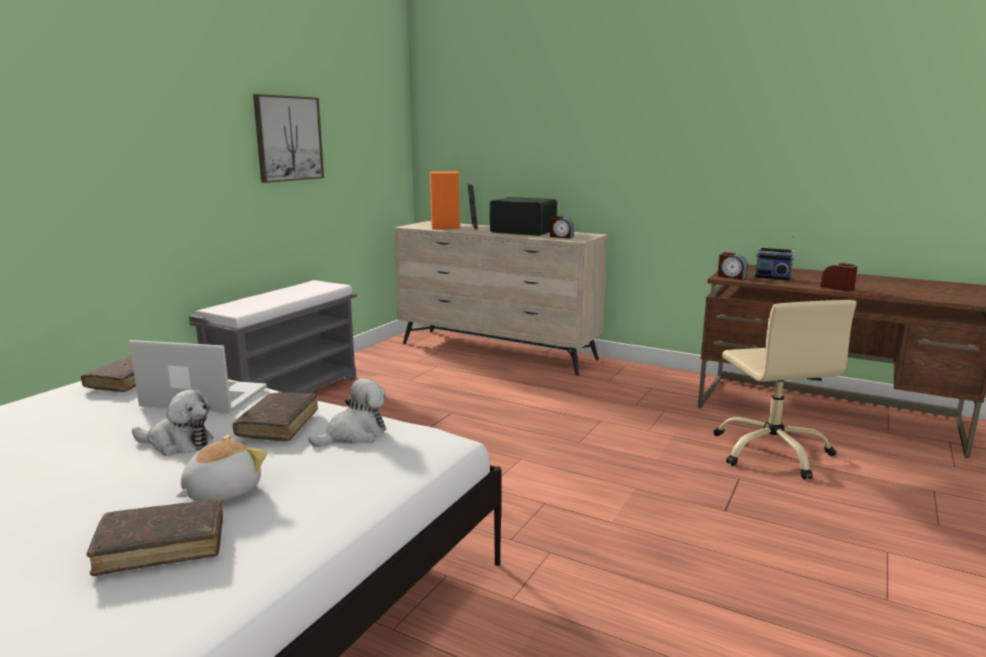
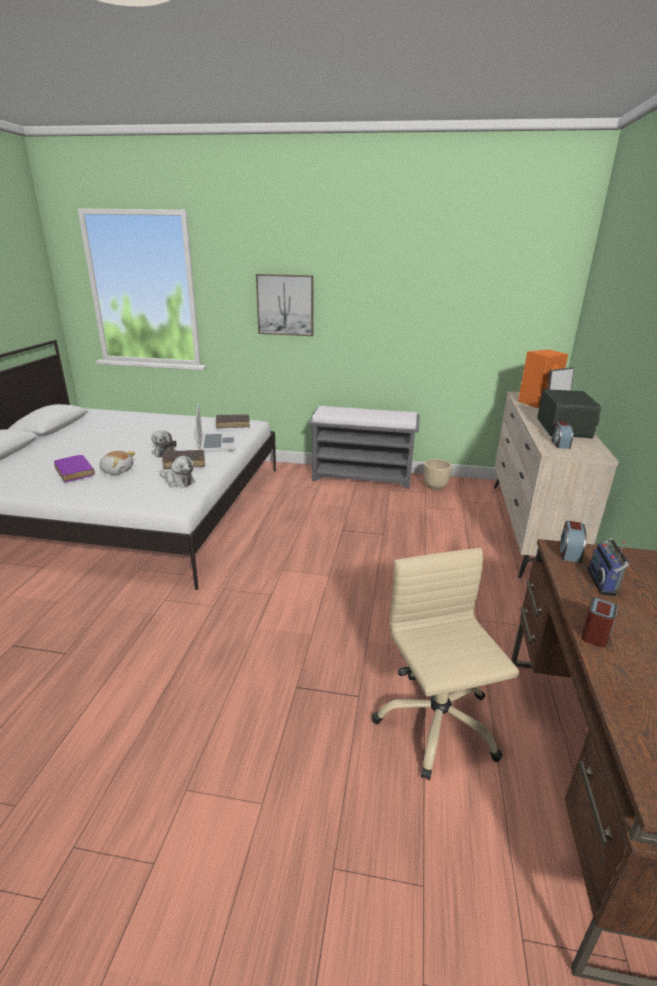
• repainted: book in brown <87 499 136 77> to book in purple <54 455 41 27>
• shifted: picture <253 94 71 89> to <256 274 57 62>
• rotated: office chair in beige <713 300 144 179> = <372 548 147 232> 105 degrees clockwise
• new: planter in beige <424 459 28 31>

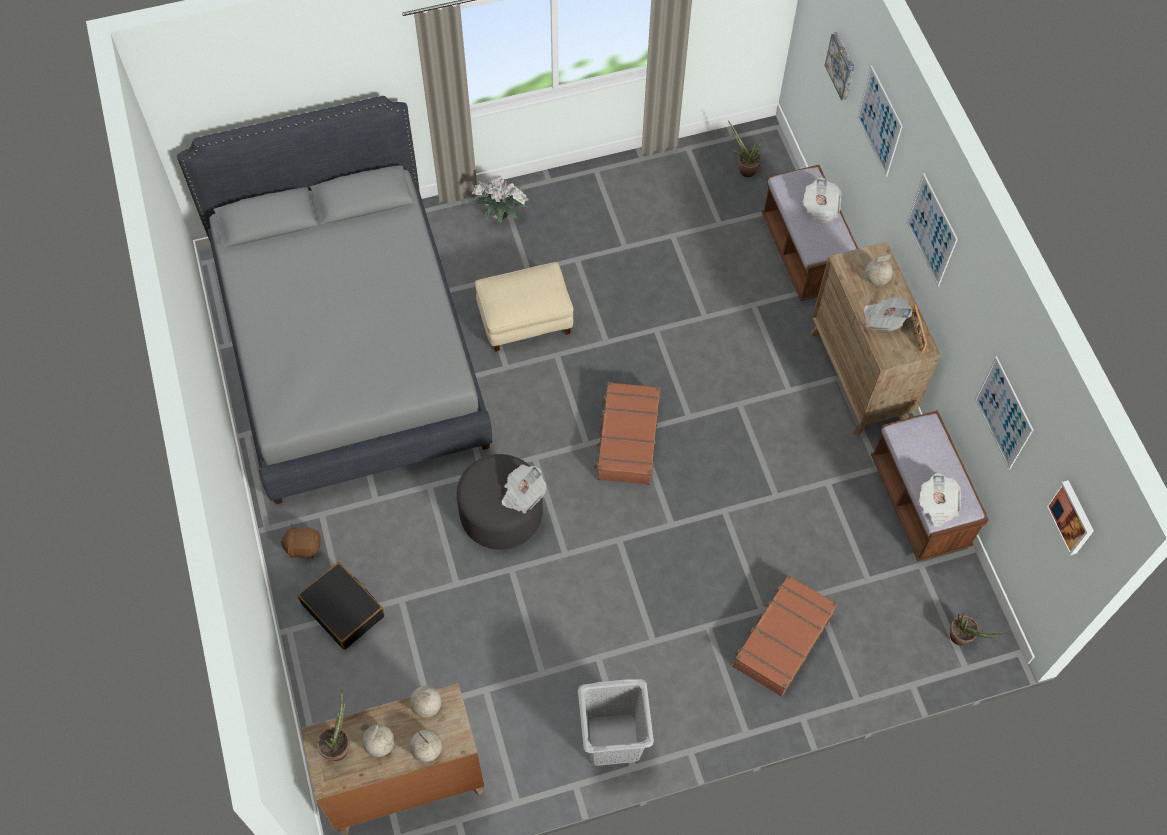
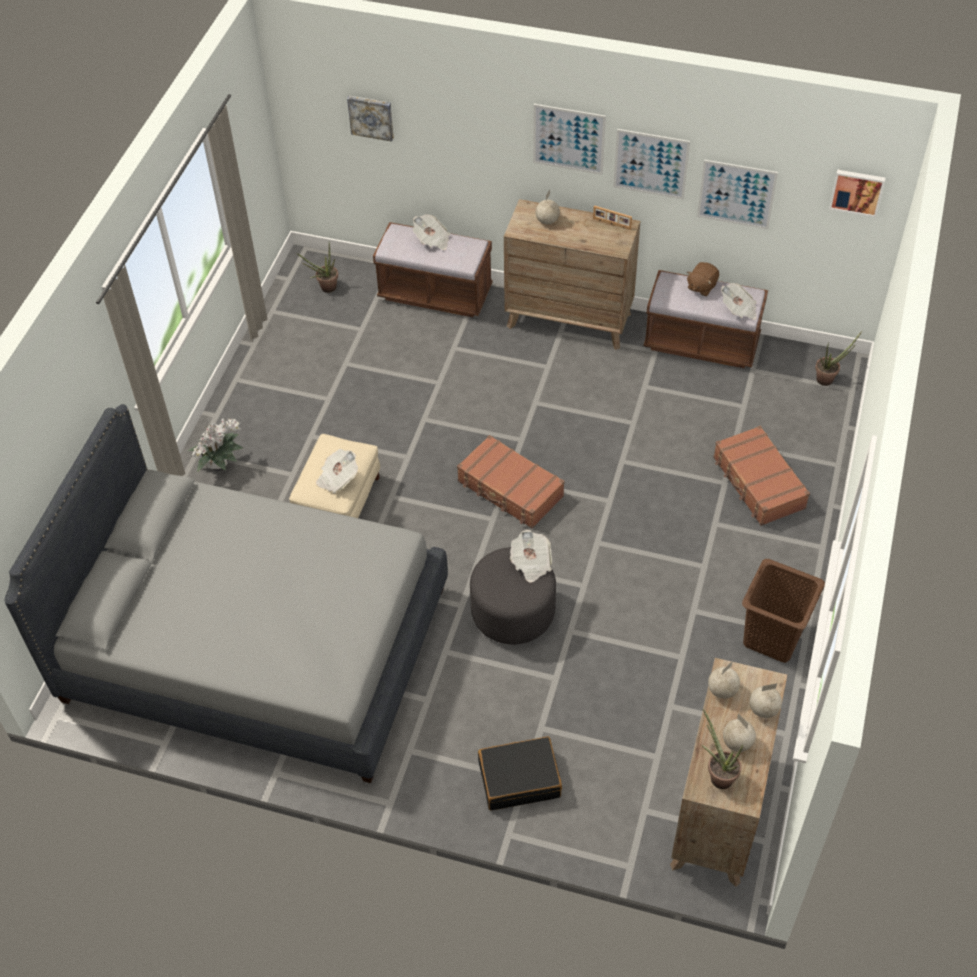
• shifted: plush toy in brown <280 524 42 34> to <687 262 32 34>
• repainted: laundry basket in grey <578 679 76 87> to laundry basket in brown <742 559 83 104>
• shifted: picture <857 66 46 111> to <613 129 77 71>
• shifted: newspaper <864 296 48 35> to <316 449 42 45>

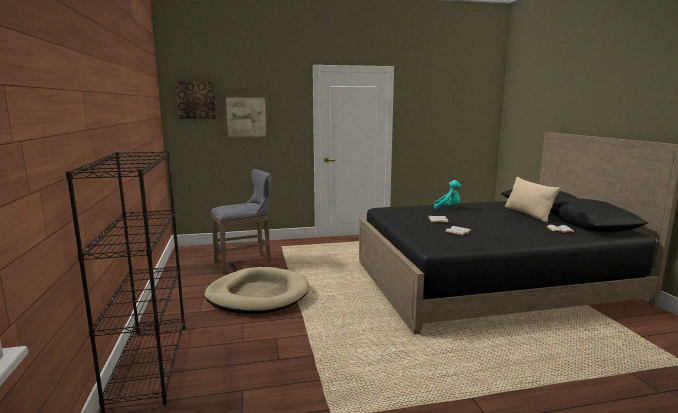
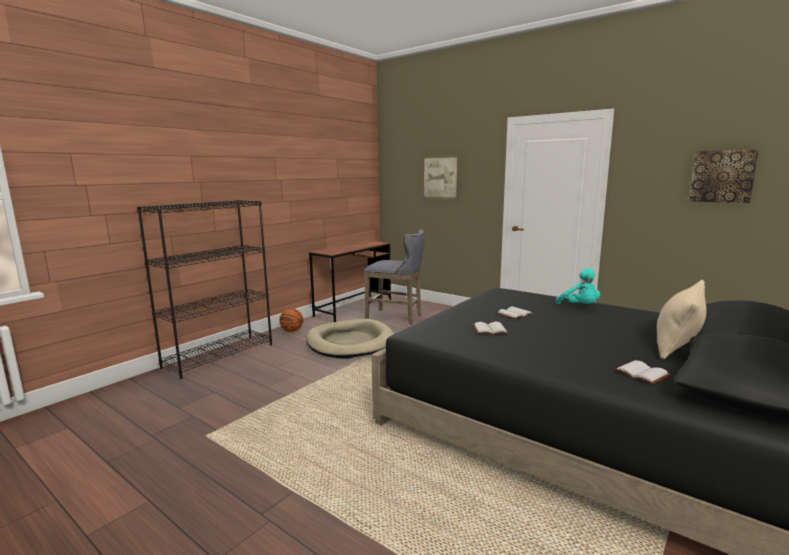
• shifted: picture <176 82 40 37> to <689 150 70 53>
• new: basketball <279 308 24 24>
• new: desk in brown <309 241 82 81>

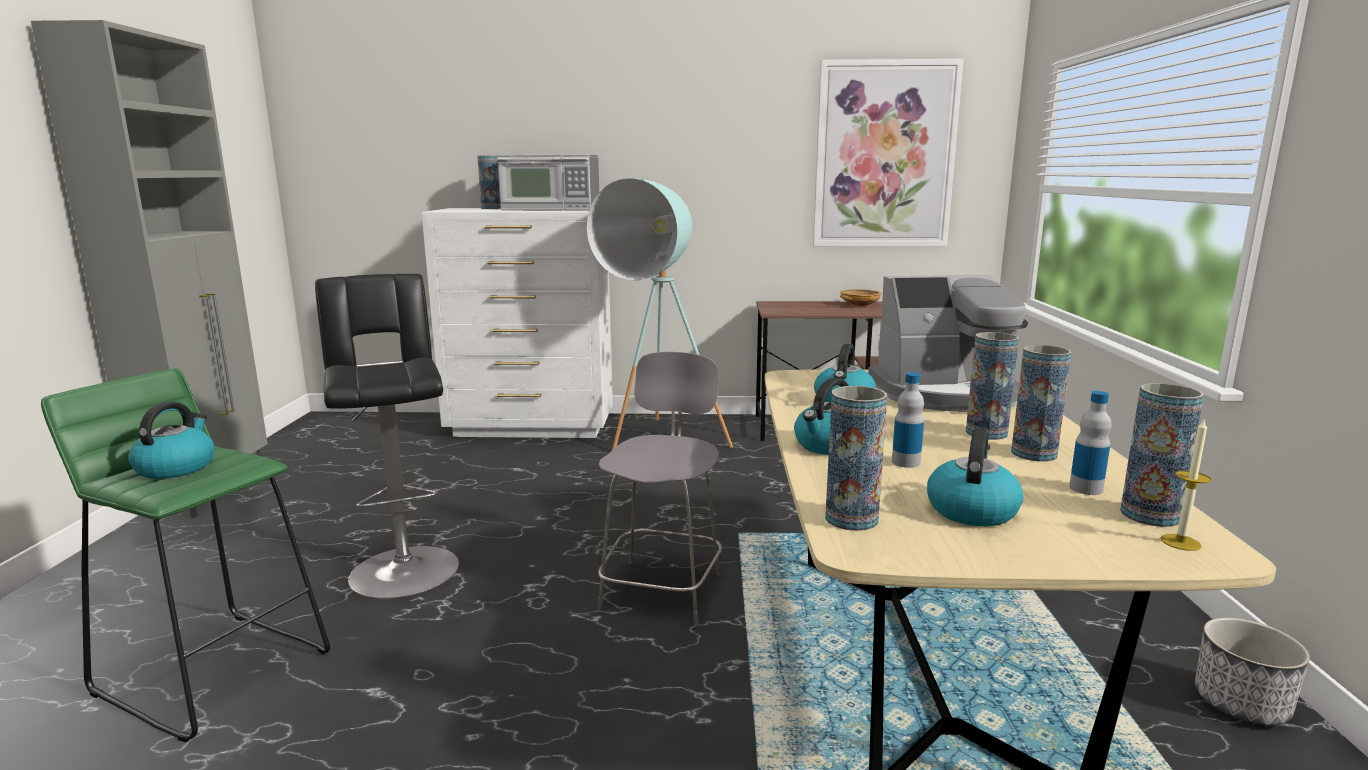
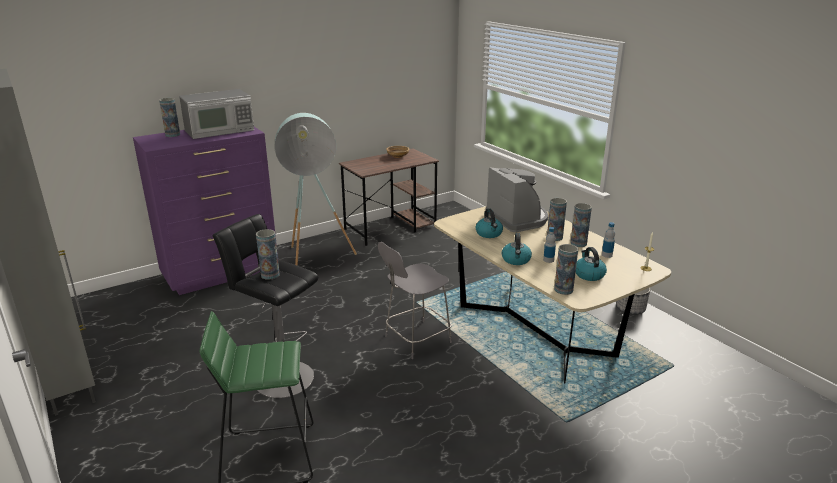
• gone: kettle <128 401 86 78>
• repainted: dresser in white <421 208 192 230> to dresser in purple <133 127 145 168>
• rotated: chair in grey <597 352 125 274> = <378 242 74 117> 105 degrees counterclockwise
• gone: picture <813 59 151 188>
• rotated: coffee machine <868 275 160 137> = <486 167 62 65> 75 degrees counterclockwise
• shifted: vase <1120 383 84 144> to <256 229 24 51>

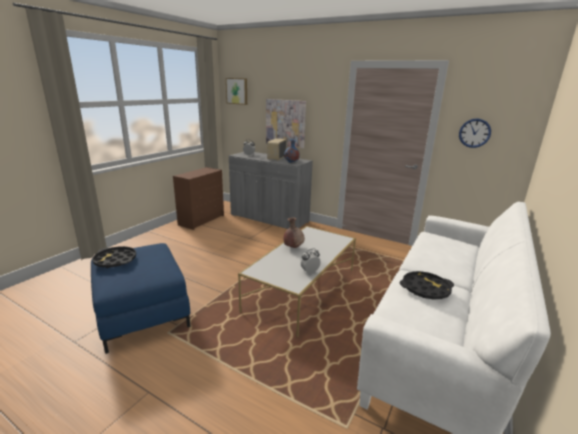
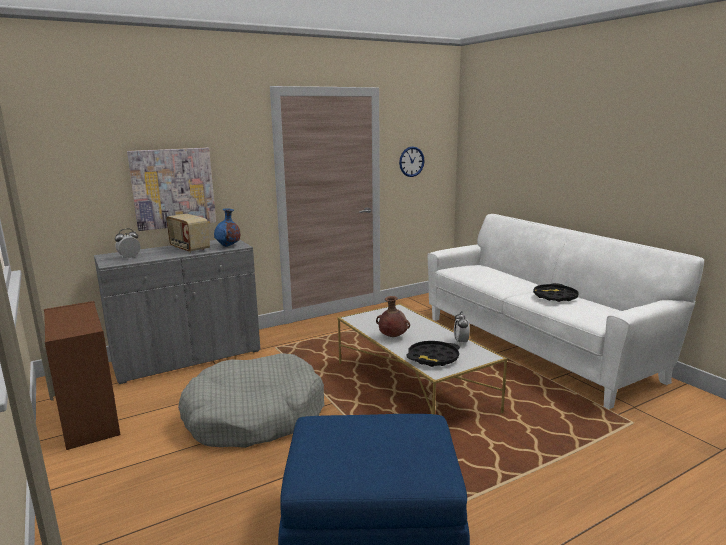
• shifted: tray in black <92 246 44 22> to <407 341 53 26>
• gone: picture <226 78 21 27>
• new: dog bed in grey <178 353 146 95>

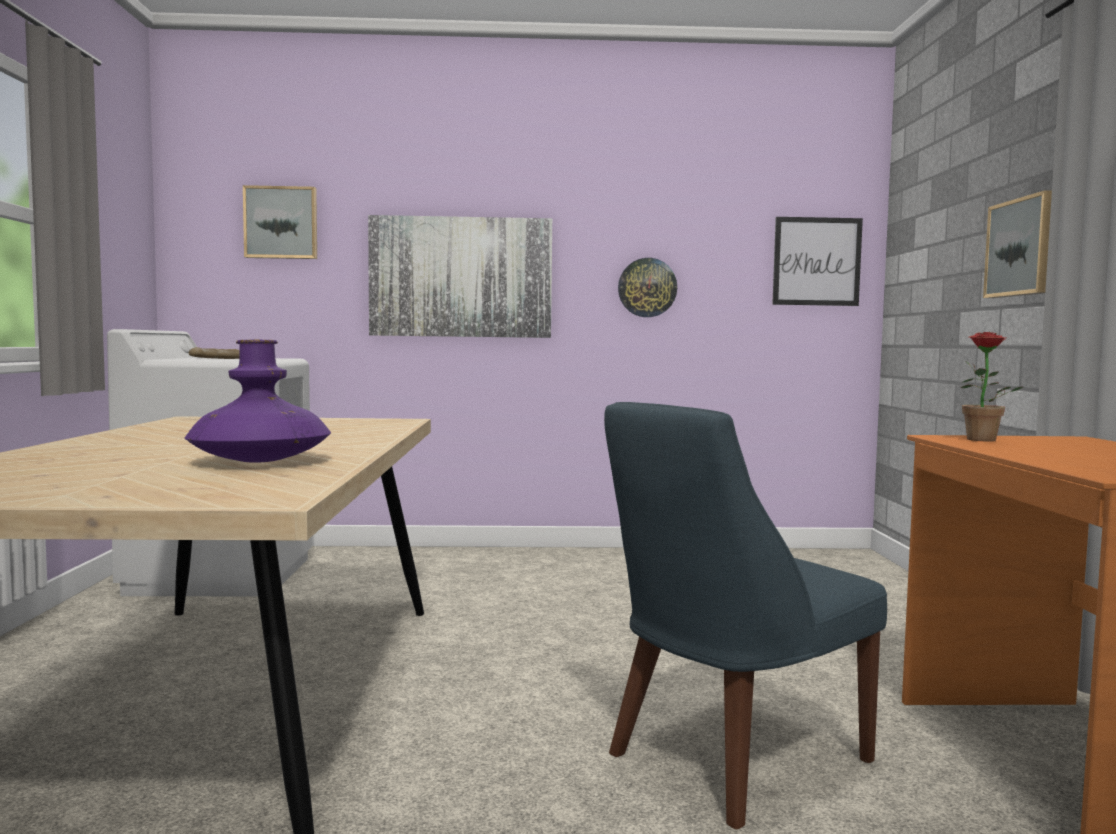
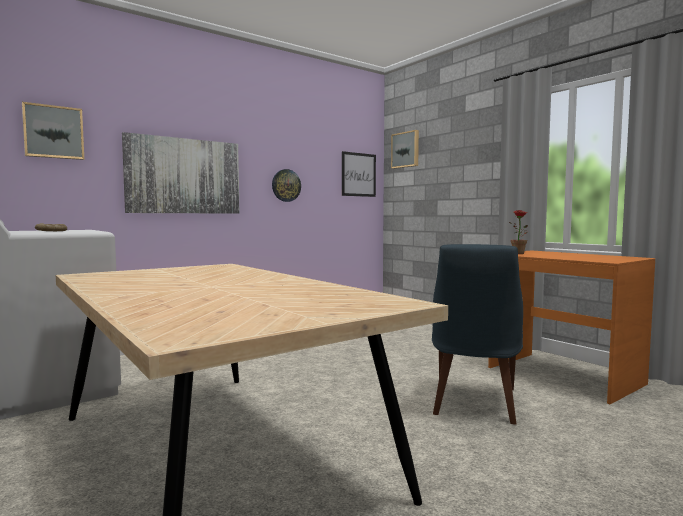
• gone: vase in purple <185 340 146 123>
• shifted: picture <983 190 69 108> to <391 130 28 39>

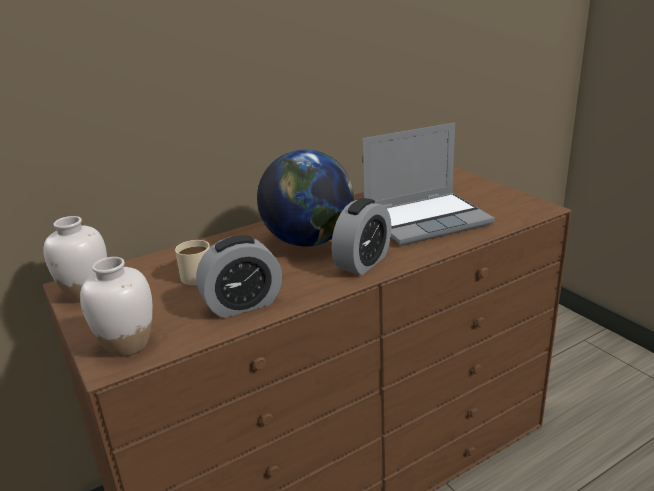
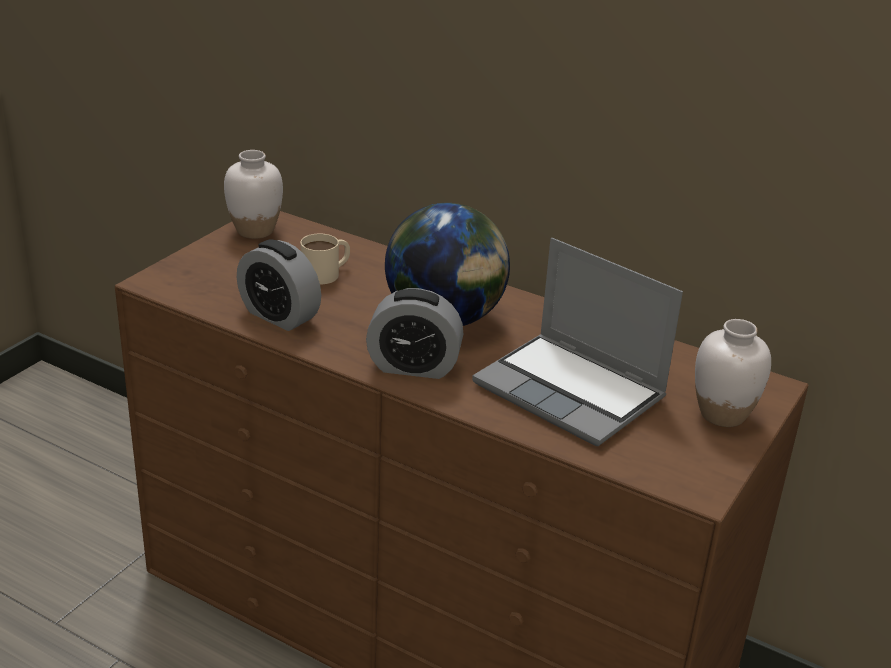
• shifted: vase in white <80 257 73 100> to <695 319 76 108>

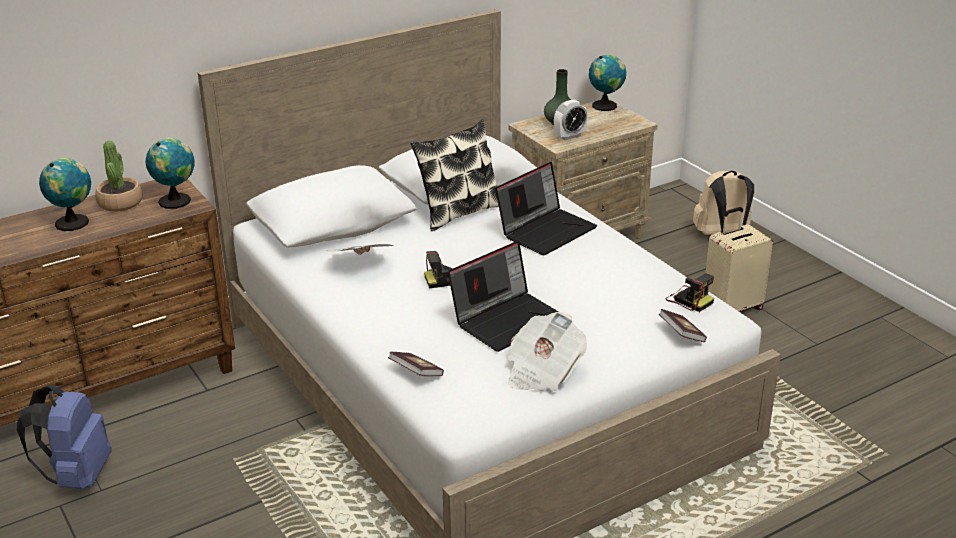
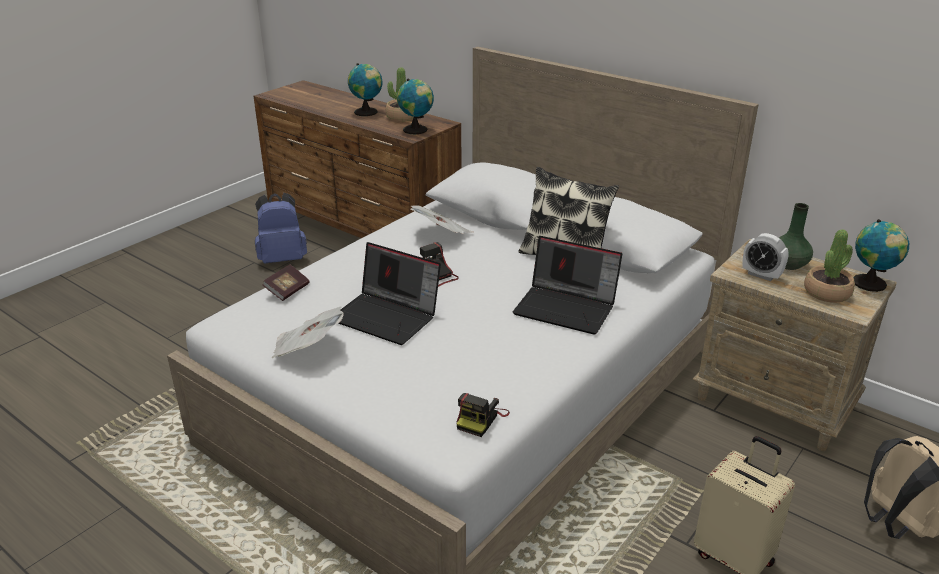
• gone: book <659 309 48 33>
• new: potted plant <804 229 51 74>

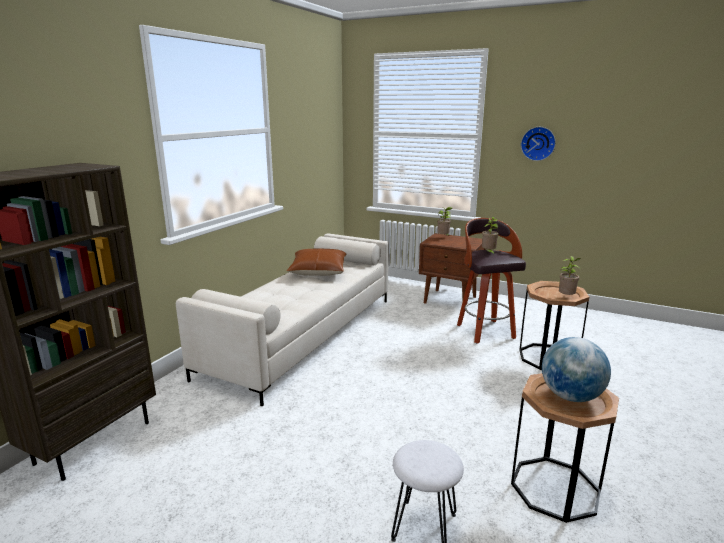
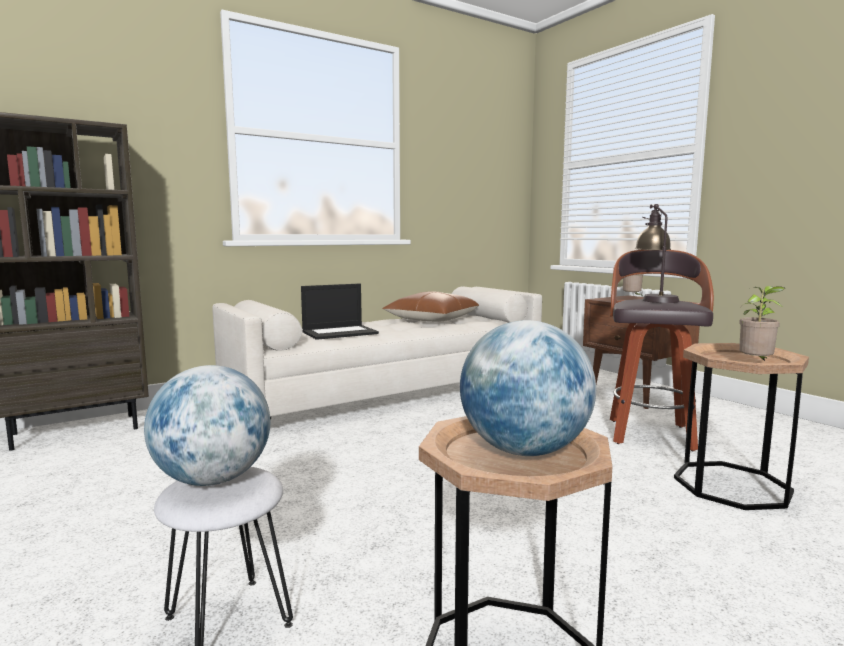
• swapped: potted plant <482 217 17 37> to table lamp <635 204 44 99>
• gone: wall clock <521 127 35 34>
• new: globe <144 365 126 121>
• new: laptop <301 284 78 56>

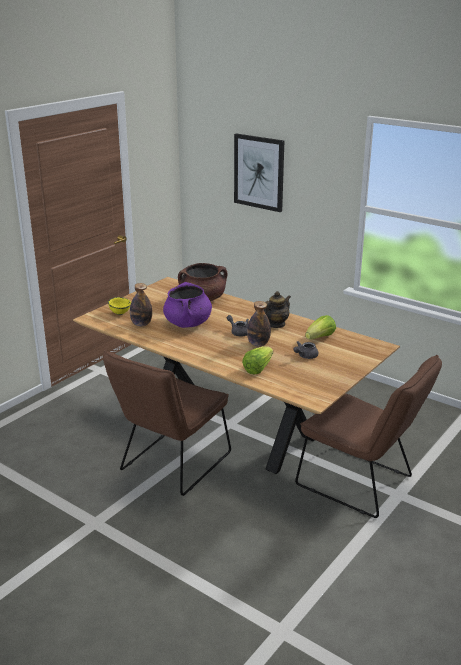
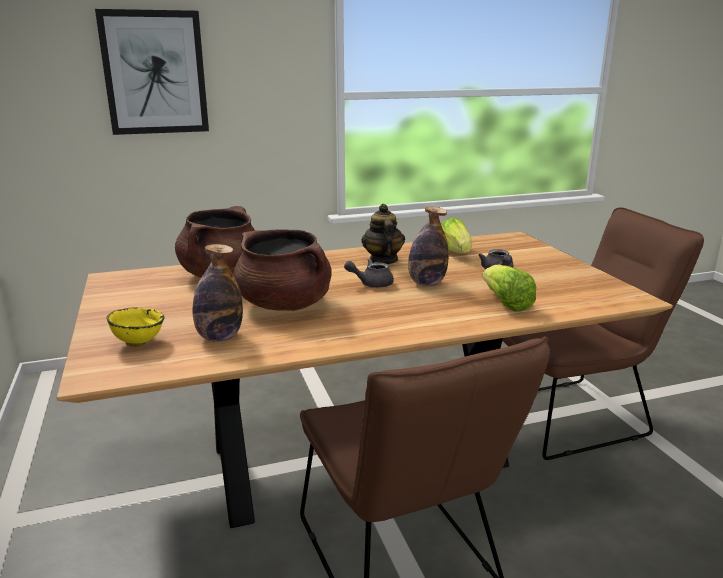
• repainted: cooking pot in purple <163 282 49 46> to cooking pot in brown <233 229 99 82>

